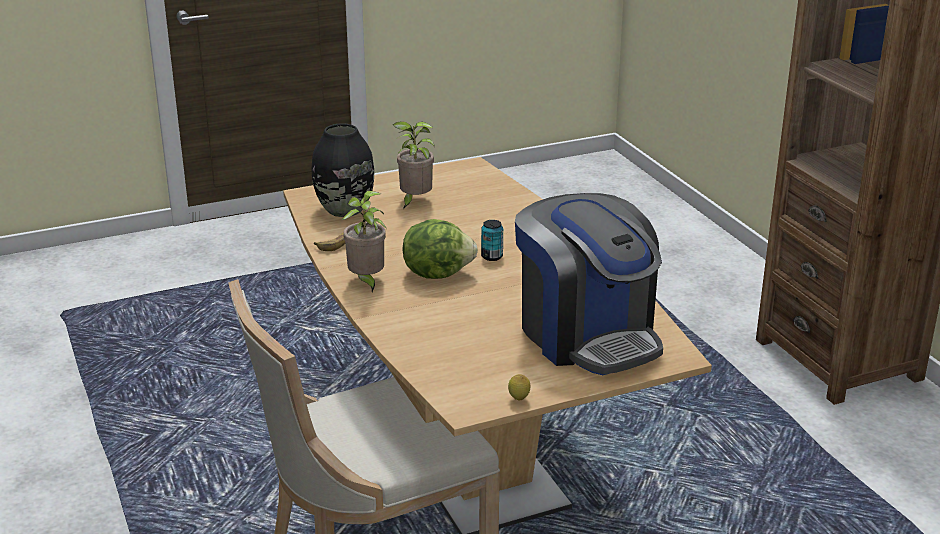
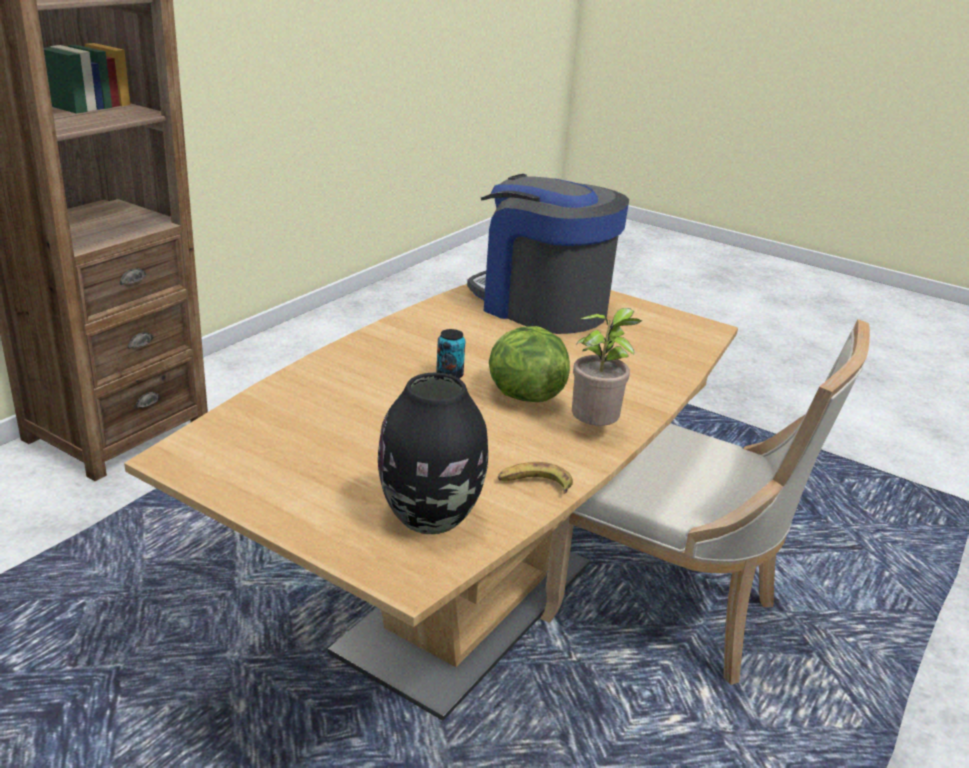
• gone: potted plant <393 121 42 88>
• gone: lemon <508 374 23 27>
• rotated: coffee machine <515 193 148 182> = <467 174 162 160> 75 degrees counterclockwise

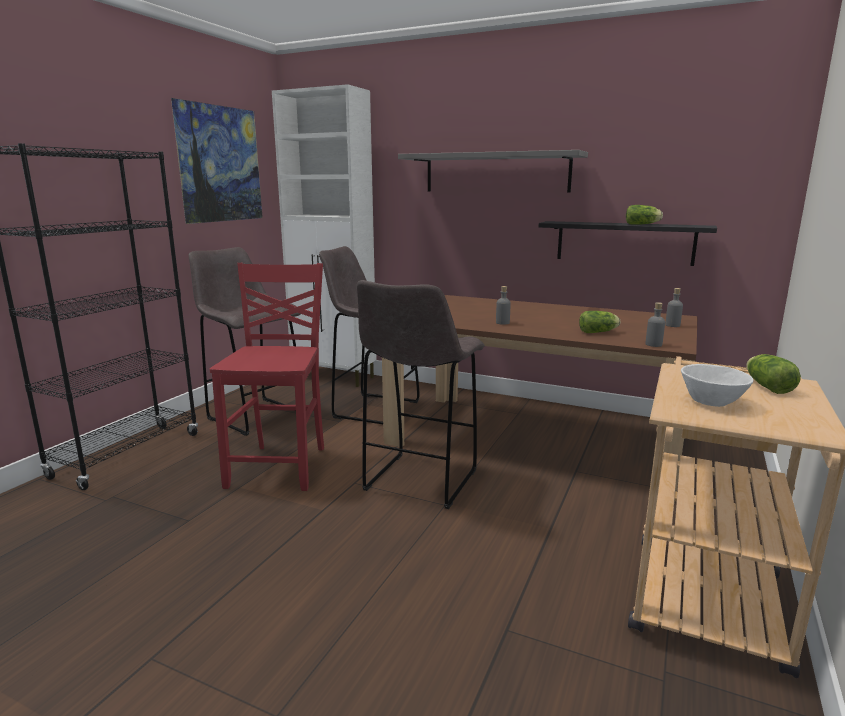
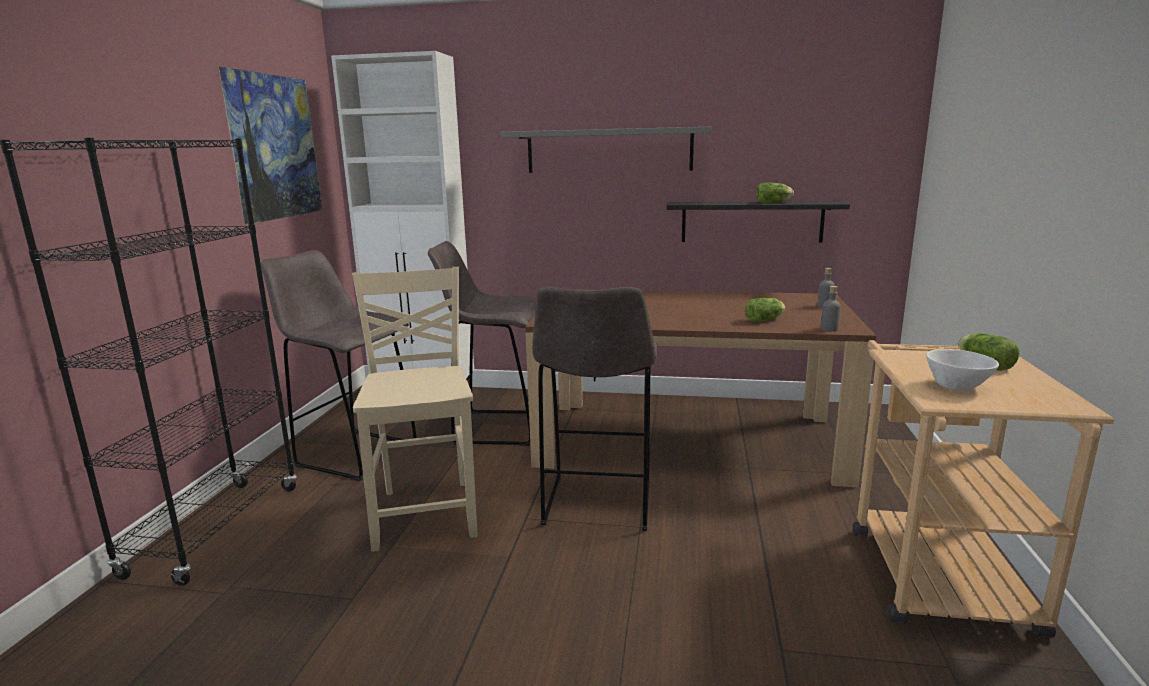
• repainted: chair in red <210 263 114 228> to chair in beige <352 267 125 285>
• gone: bottle in grey <496 286 15 39>

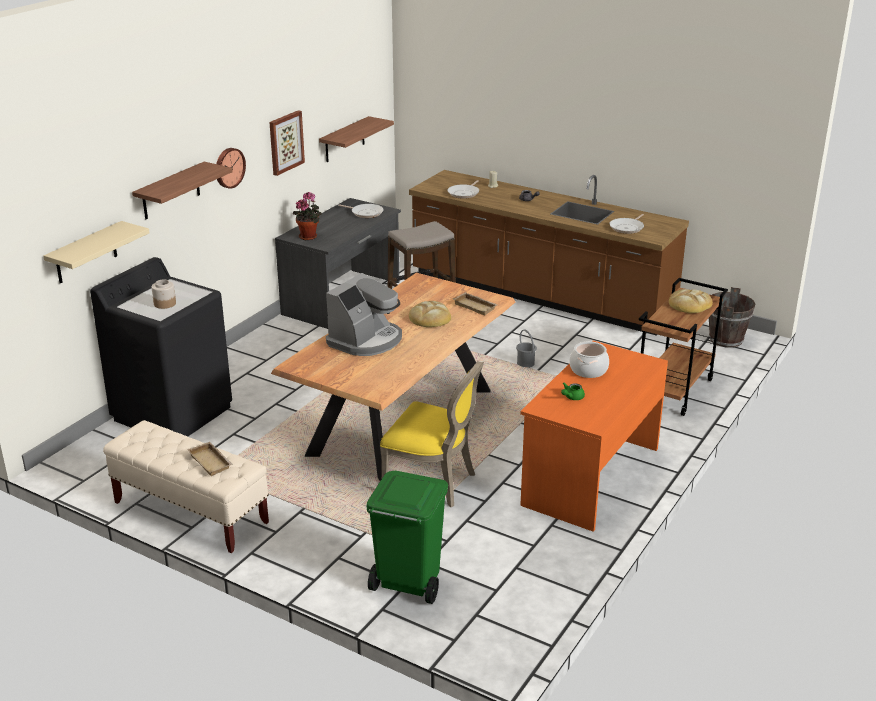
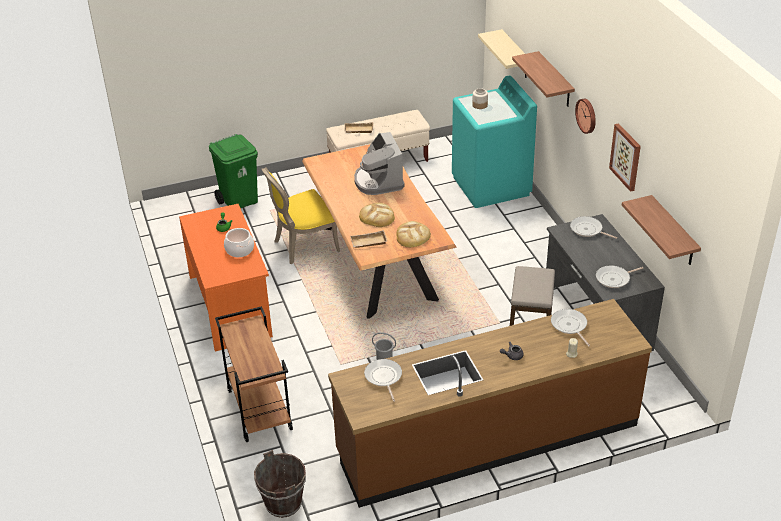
• repainted: washing machine in black <90 257 142 180> to washing machine in turquoise <452 76 85 132>
• swapped: potted plant <293 192 29 48> to frying pan <570 216 48 23>
• shifted: bread <669 289 44 24> to <396 221 35 26>

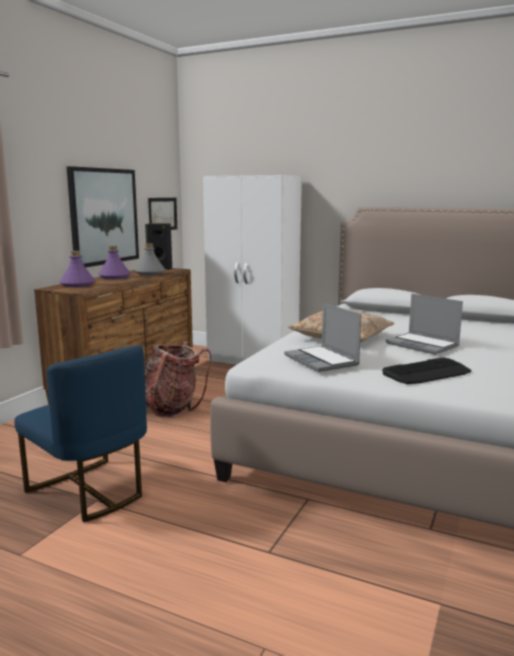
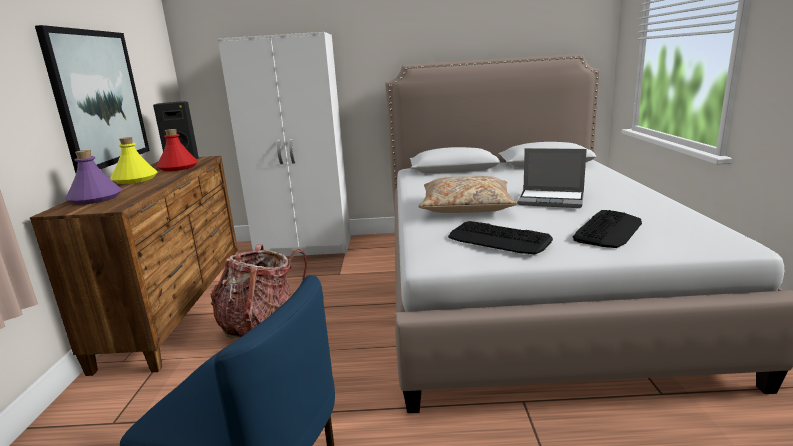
• repainted: bottle in purple <98 246 33 33> to bottle in yellow <110 137 47 47>
• repainted: bottle in grey <135 243 31 32> to bottle in red <156 129 42 42>
• gone: picture <148 198 29 32>
• swapped: laptop <284 303 78 69> to keyboard <448 221 105 33>

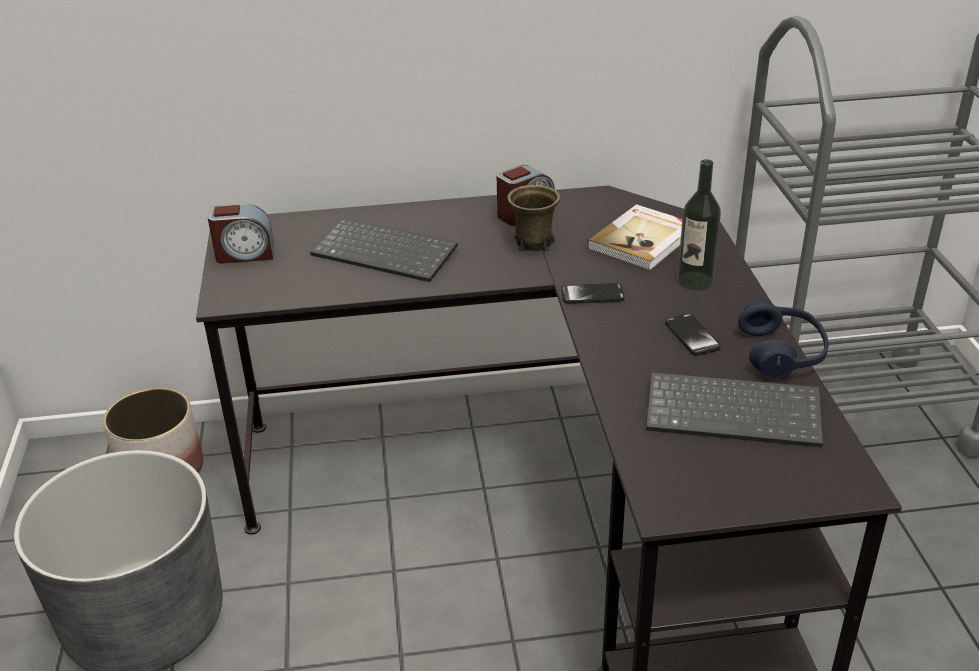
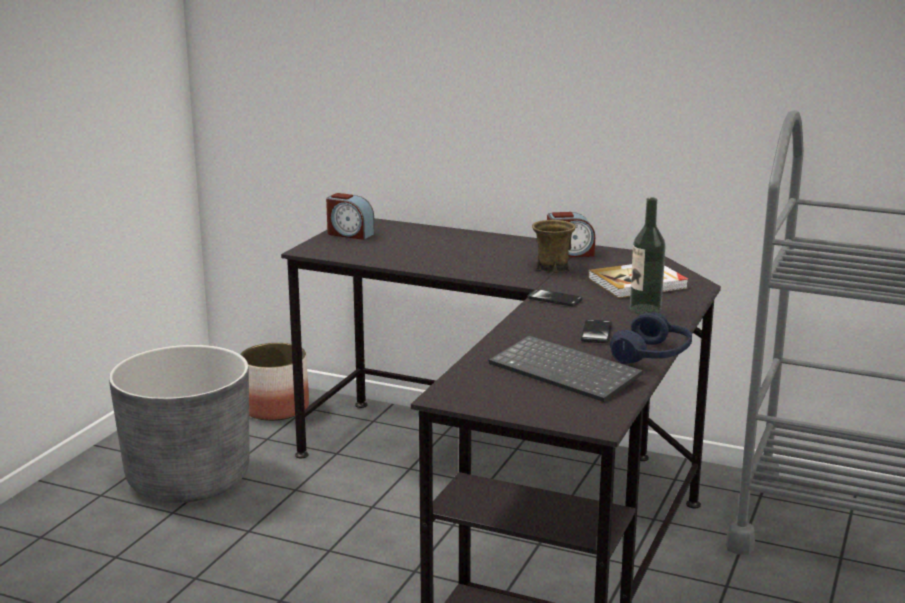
• gone: keyboard <310 218 148 64>

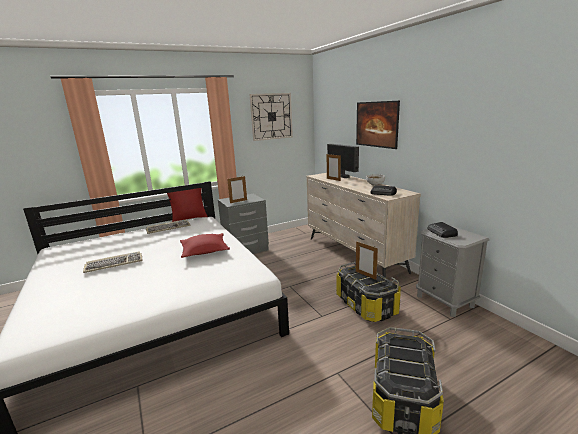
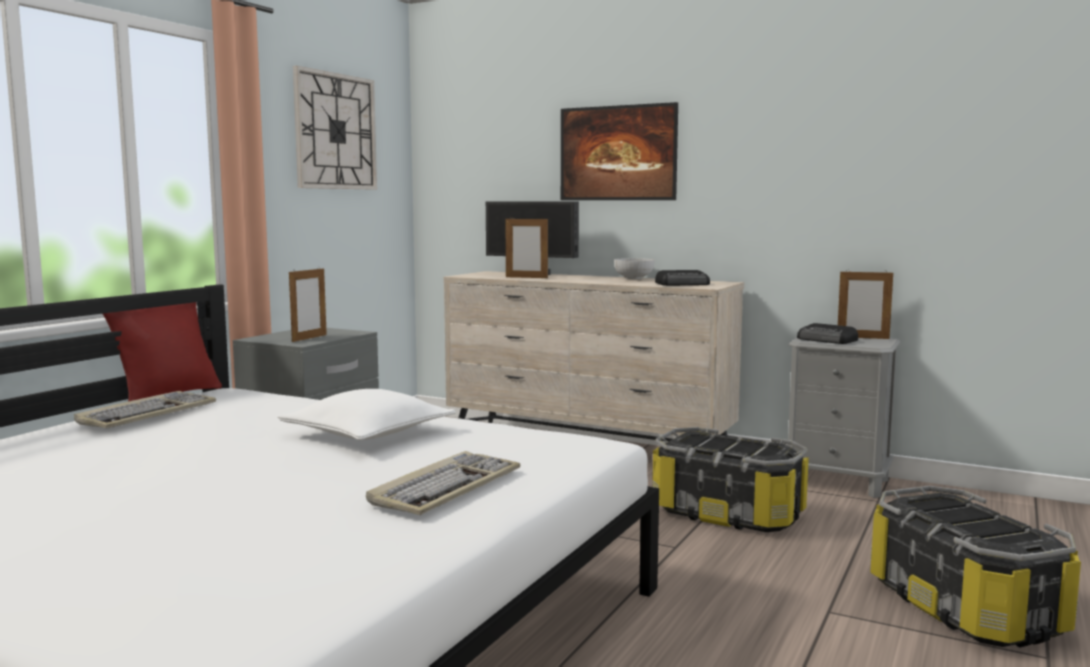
• shifted: keyboard <83 251 60 22> to <366 451 154 64>
• repainted: pillow in red <180 233 50 25> to pillow in white <277 389 179 51>
• shifted: picture frame <356 241 22 39> to <838 270 55 69>

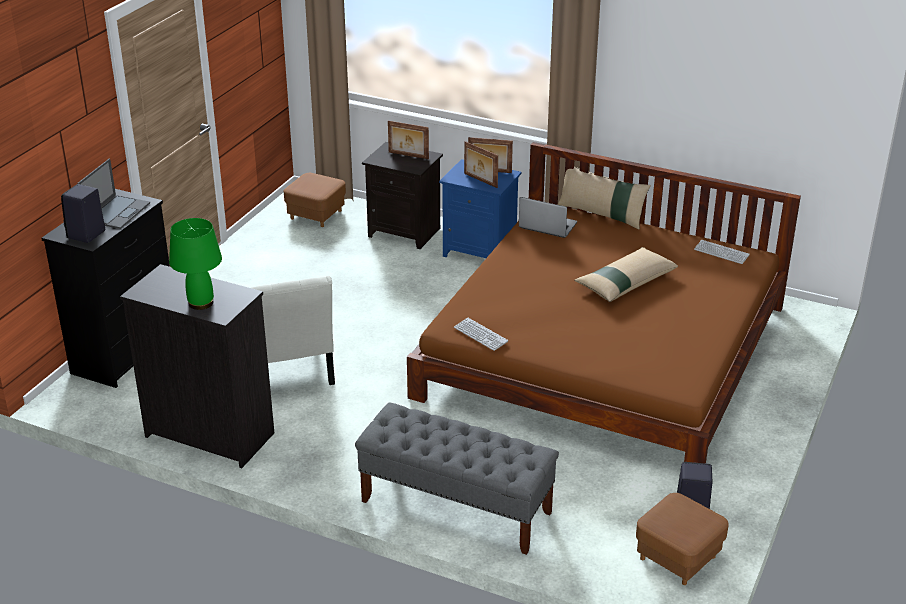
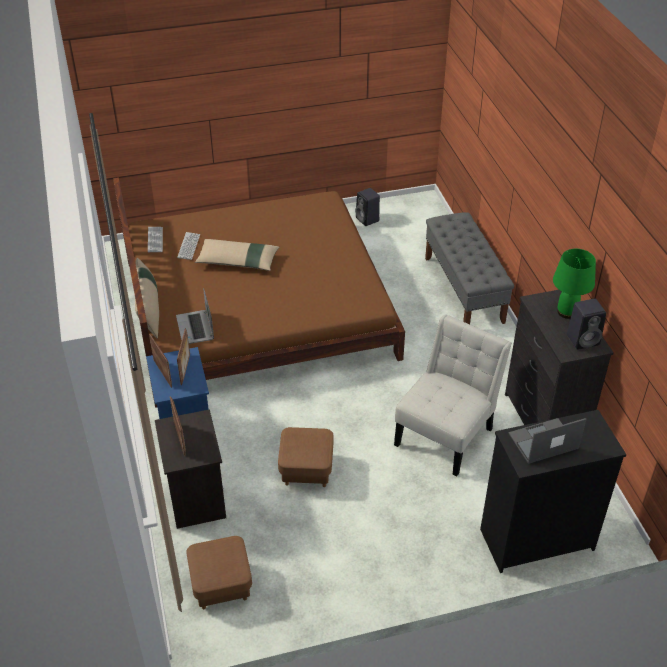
• shifted: speaker in black <61 184 44 59> to <567 299 39 51>
• shifted: keyboard <454 317 54 34> to <177 232 23 28>
• shifted: ottoman in brown <636 493 93 92> to <278 427 55 60>

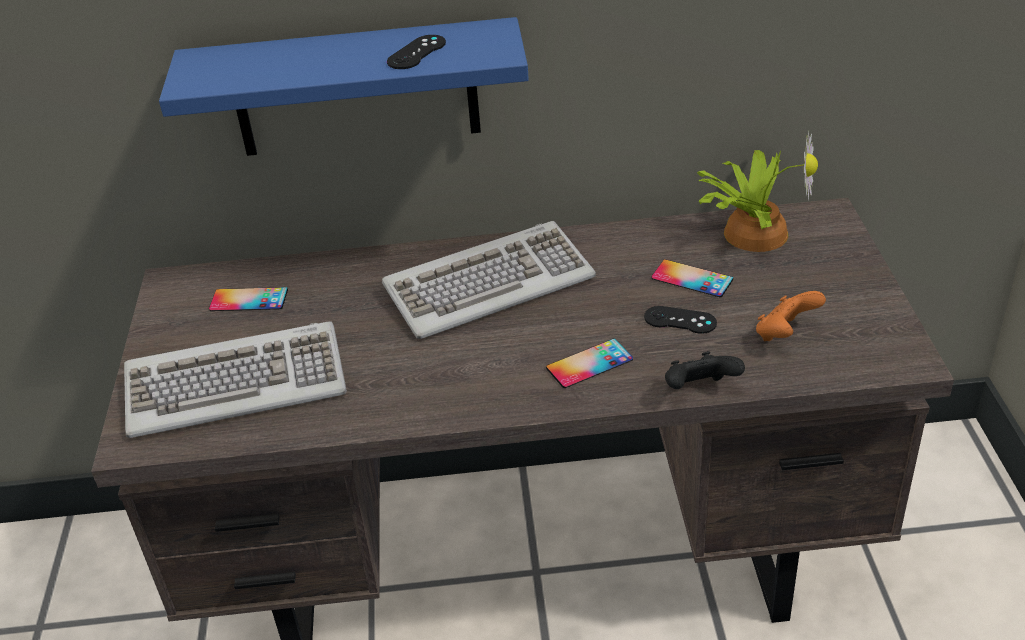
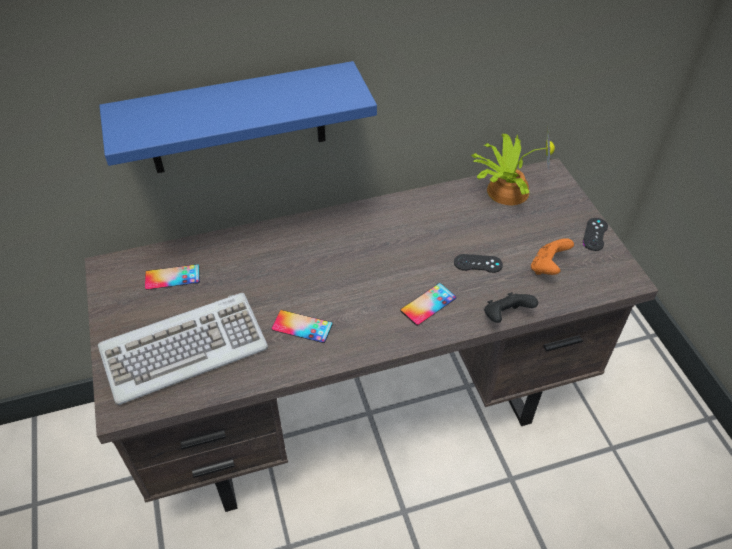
• gone: keyboard <382 221 214 118>
• shifted: game controller in black <387 35 59 34> to <583 218 25 33>
• shifted: phone <652 259 81 38> to <272 310 61 33>

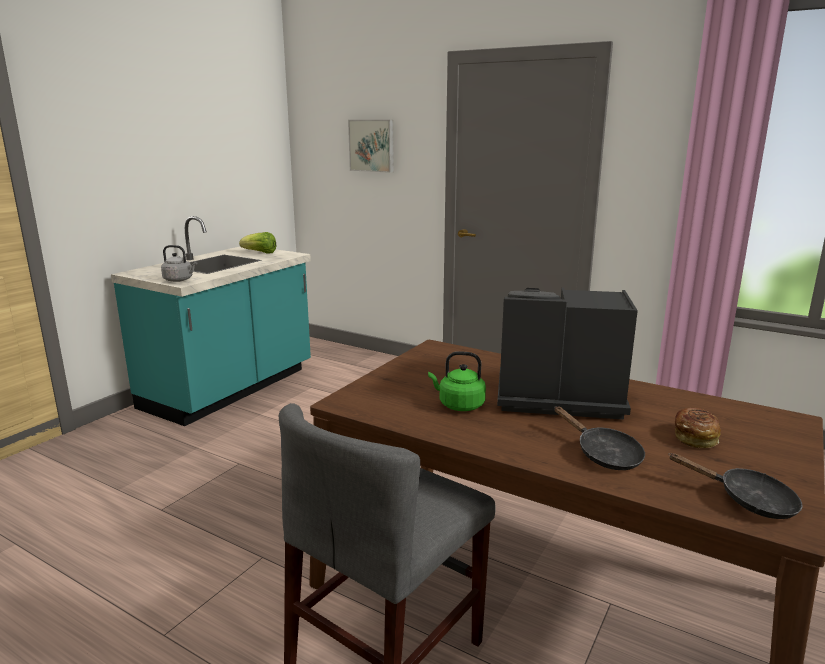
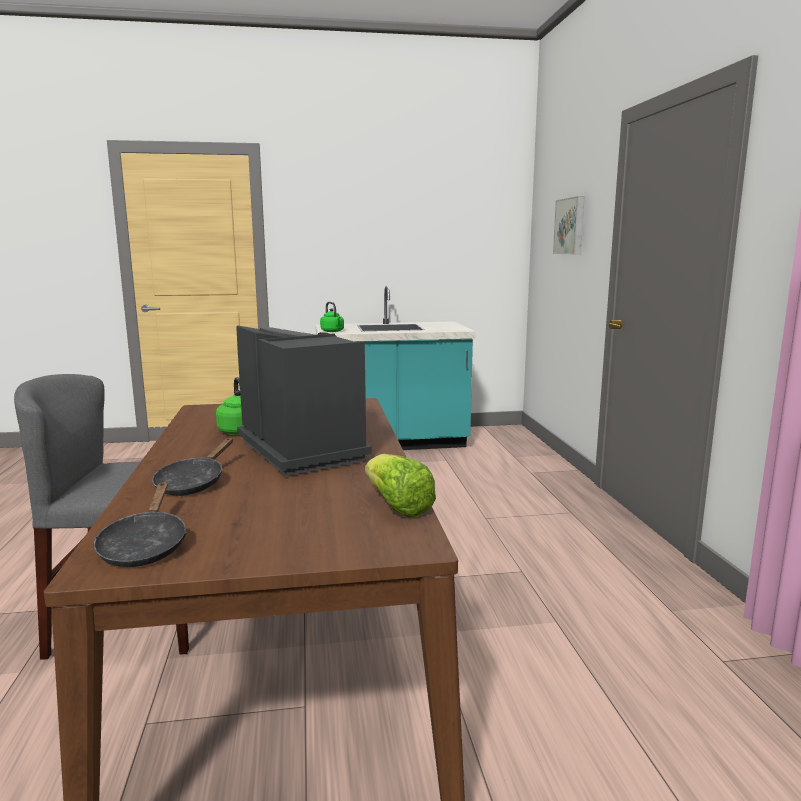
• repainted: kettle in grey <161 245 36 37> to kettle in green <320 302 24 30>
• shifted: lettuce <239 232 37 22> to <365 454 71 63>
• gone: bread <675 408 46 40>

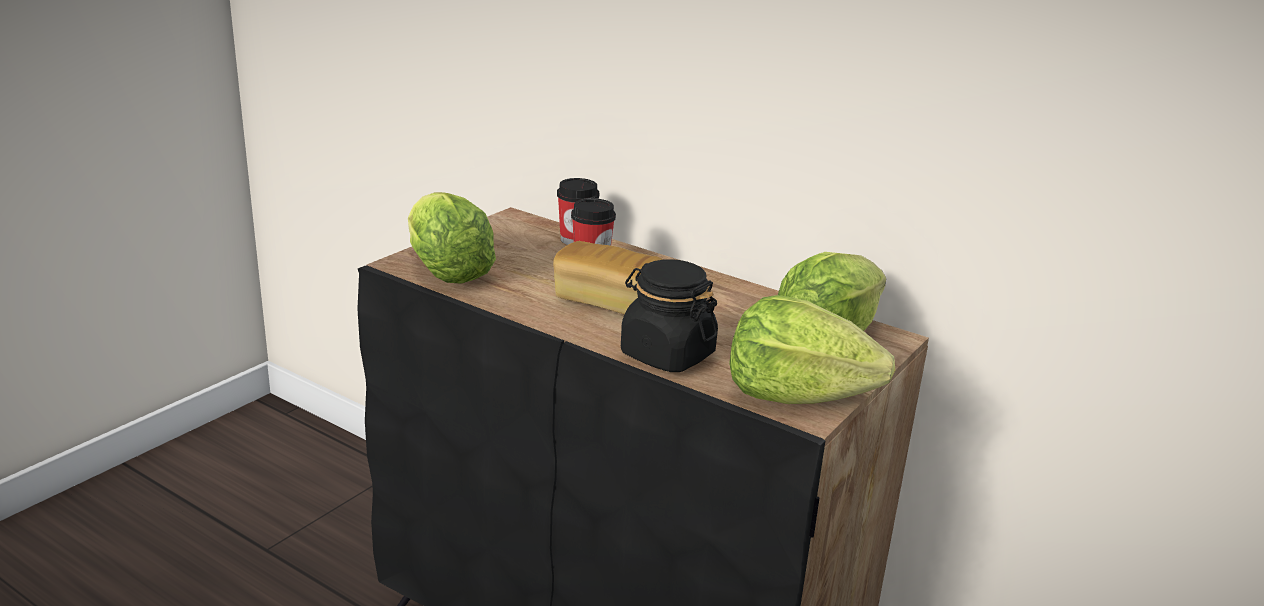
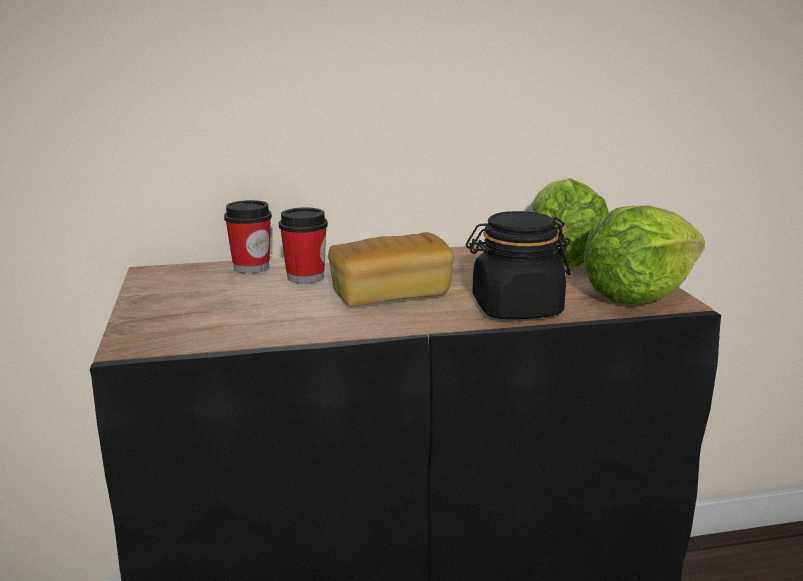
• gone: lettuce <408 192 88 92>

